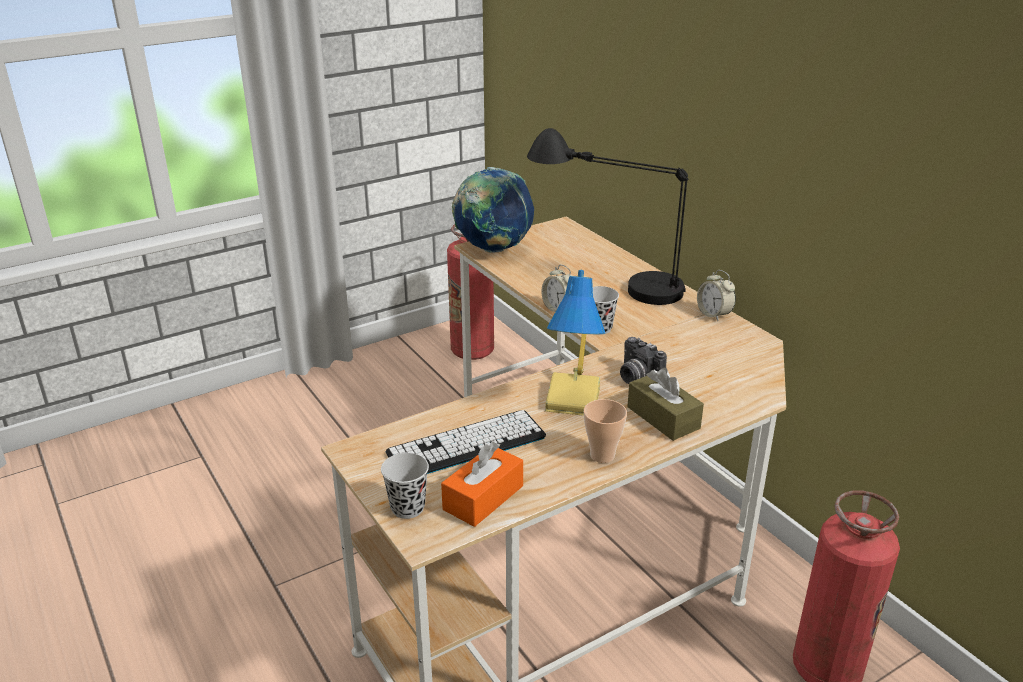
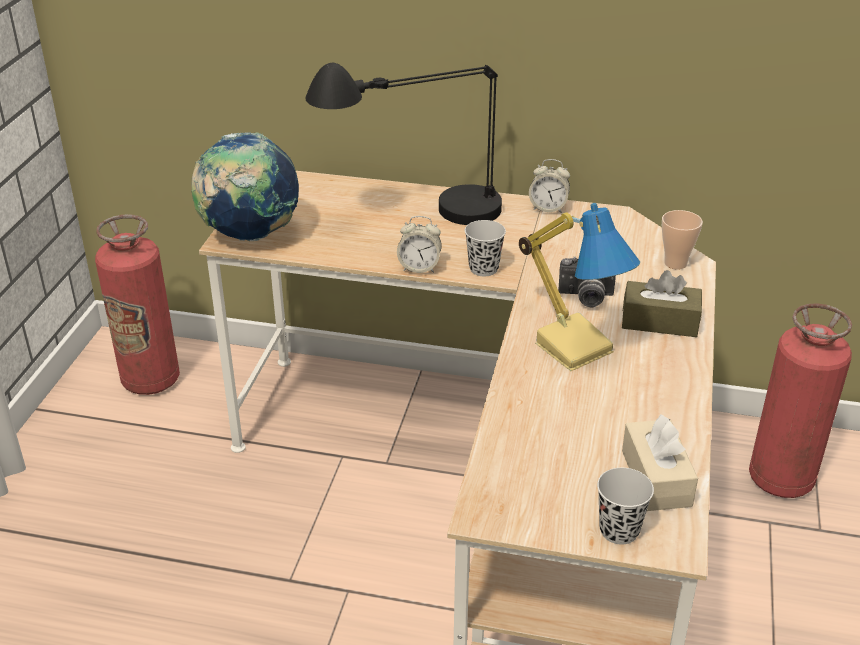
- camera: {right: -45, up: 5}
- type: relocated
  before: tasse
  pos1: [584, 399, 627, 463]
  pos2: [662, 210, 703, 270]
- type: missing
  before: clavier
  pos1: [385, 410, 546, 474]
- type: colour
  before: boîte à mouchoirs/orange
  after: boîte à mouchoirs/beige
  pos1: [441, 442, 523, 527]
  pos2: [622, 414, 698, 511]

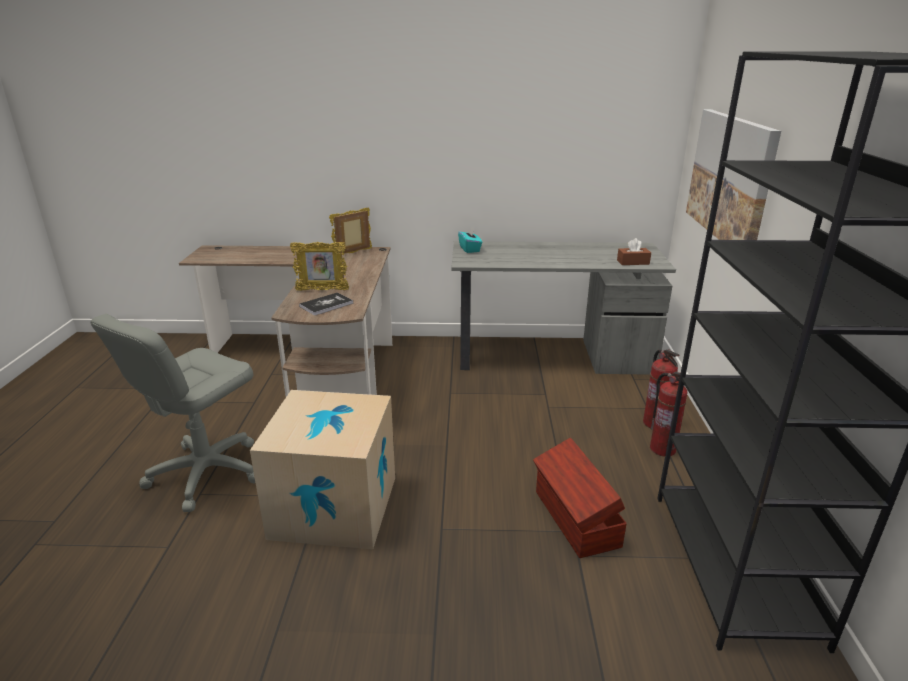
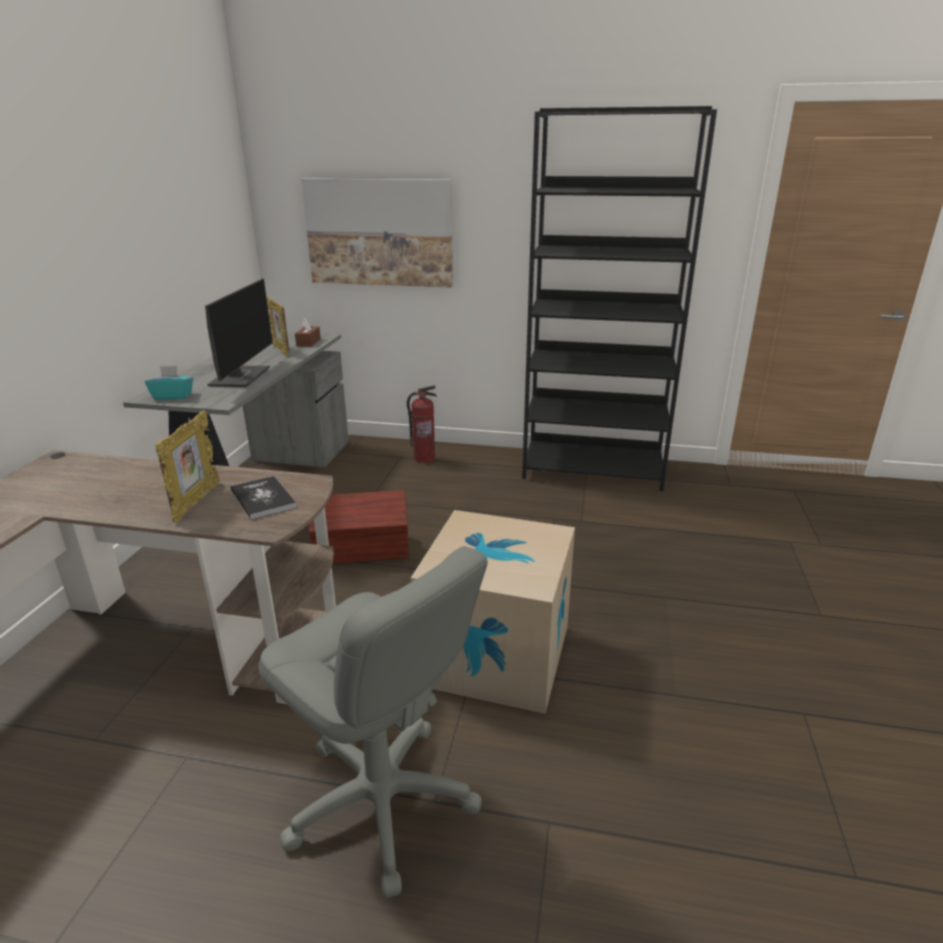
- camera: {right: -80, up: 0}
- type: relocated
  before: cadre photo
  pos1: [329, 208, 372, 253]
  pos2: [266, 296, 290, 356]
- type: missing
  before: extincteur
  pos1: [650, 371, 687, 457]
- type: relocated
  before: boîte de rangement/marron
  pos1: [533, 438, 627, 558]
  pos2: [309, 490, 409, 564]
- type: appeared
  after: écran d'ordinateur
  pos2: [205, 278, 273, 387]

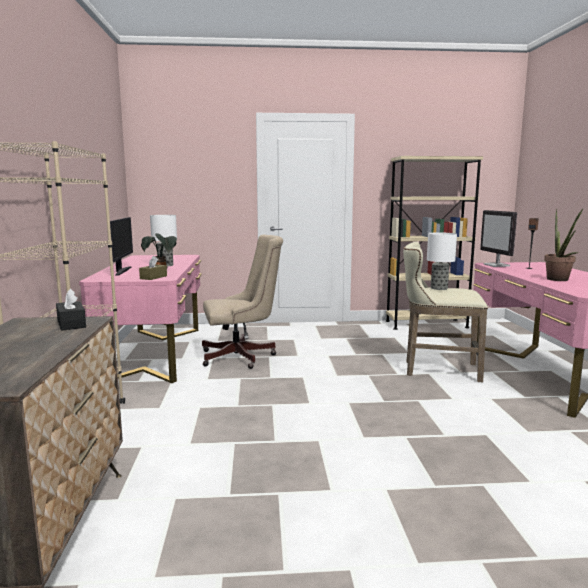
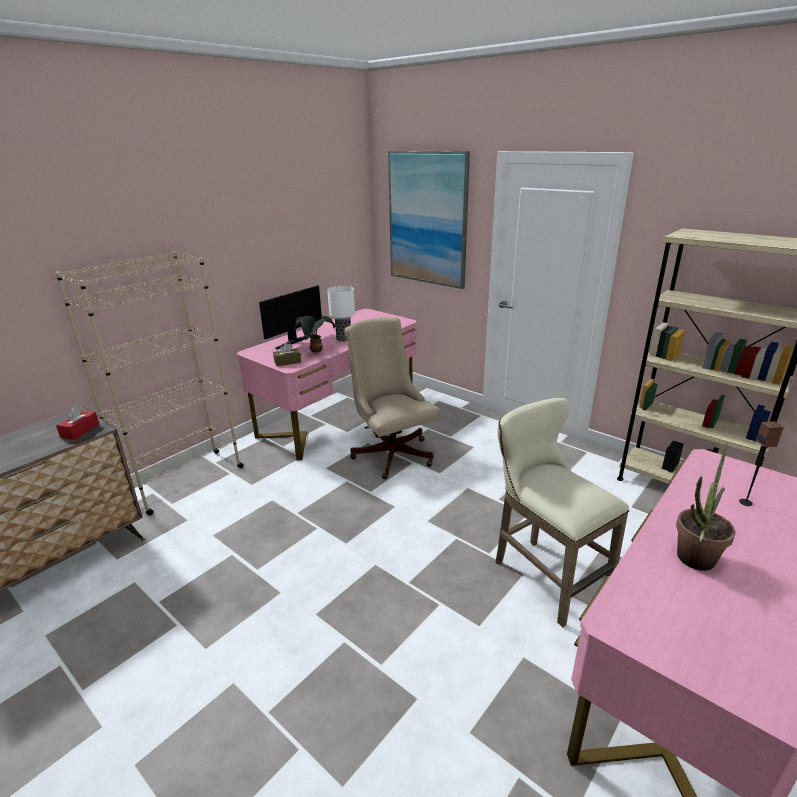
- camera: {right: 45, up: 15}
- type: missing
  before: écran d'ordinateur
  pos1: [480, 210, 517, 267]
- type: missing
  before: lampe de table
  pos1: [427, 232, 457, 290]
- type: spun
  before: chaise de bureau/beige
  pos1: [202, 235, 283, 369]
  pos2: [344, 317, 440, 479]
  turn: -150
- type: colour
  before: boîte à mouchoirs/noir
  after: boîte à mouchoirs/rouge
  pos1: [56, 289, 86, 331]
  pos2: [56, 405, 99, 440]
- type: appeared
  after: tableau
  pos2: [388, 151, 470, 289]

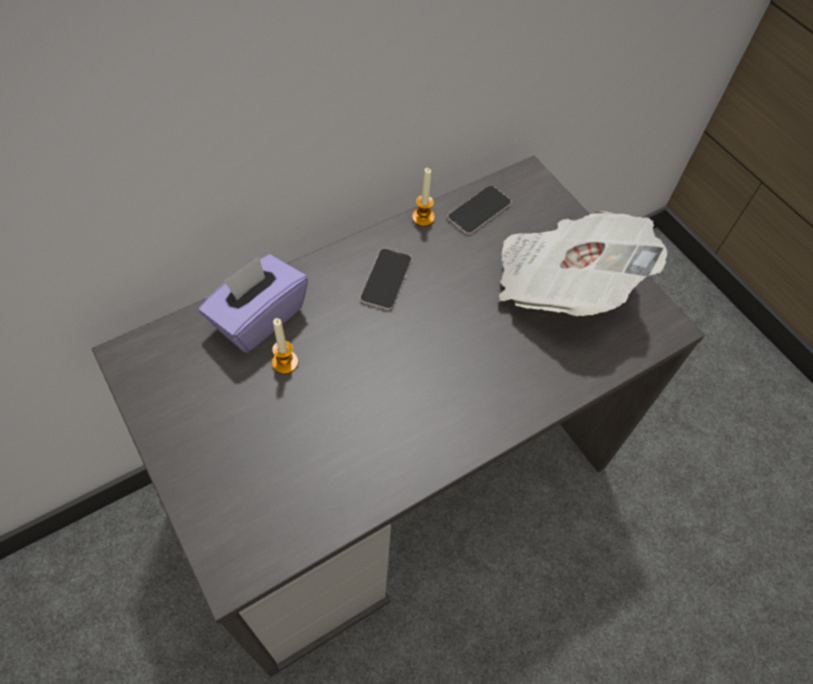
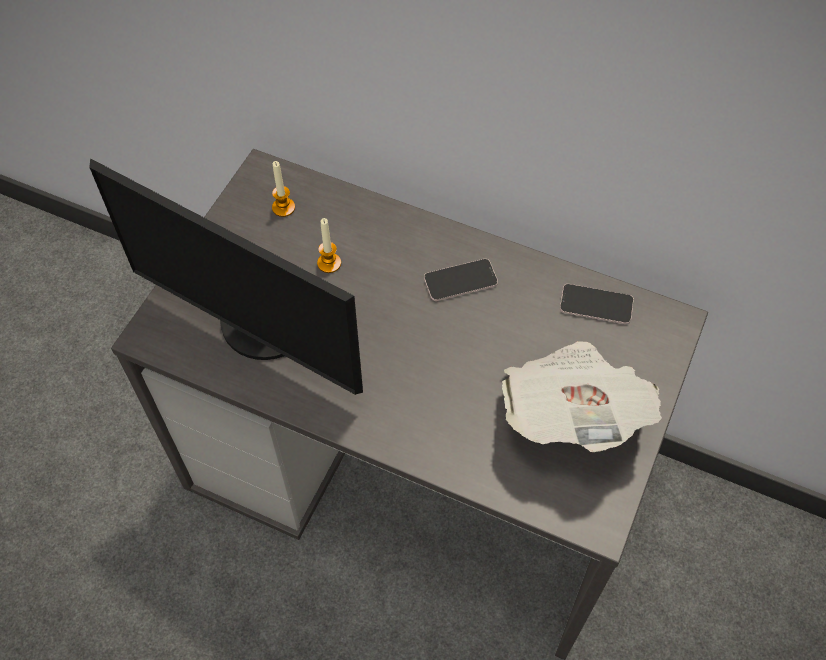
- camera: {right: 60, up: 0}
- type: relocated
  before: bougie
  pos1: [412, 168, 435, 227]
  pos2: [272, 161, 295, 217]
- type: missing
  before: boîte à mouchoirs/violet
  pos1: [199, 254, 308, 353]
- type: appeared
  after: écran d'ordinateur
  pos2: [89, 158, 363, 395]

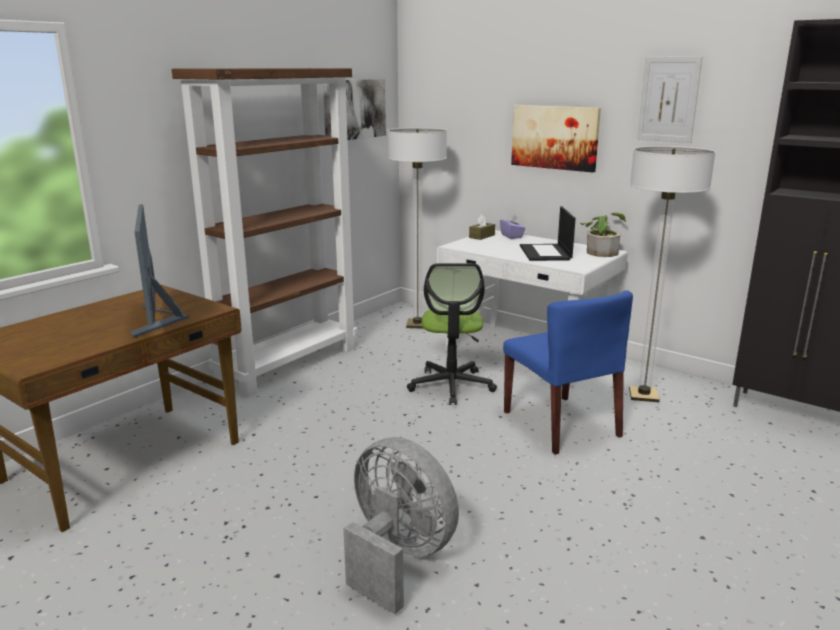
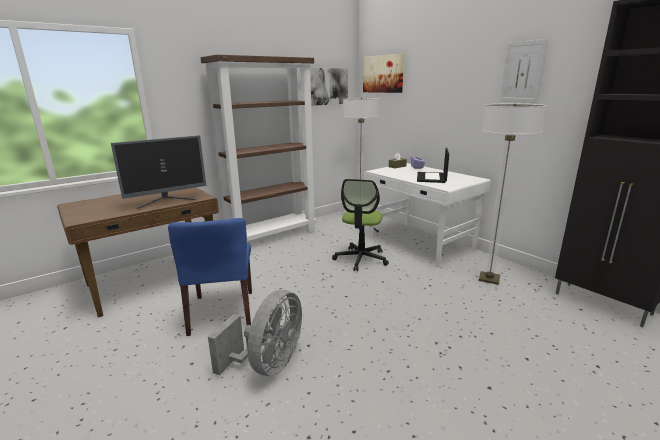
- camera: {right: 15, up: 0}
- type: relocated
  before: tableau
  pos1: [511, 105, 601, 173]
  pos2: [363, 54, 404, 93]
- type: spun
  before: écran d'ordinateur
  pos1: [130, 204, 189, 338]
  pos2: [111, 135, 206, 209]
  turn: -120
- type: missing
  before: plante en pot
  pos1: [580, 213, 626, 257]
- type: relocated
  before: chaise/bleu
  pos1: [503, 290, 633, 455]
  pos2: [168, 218, 252, 336]
- type: spun
  before: ventilateur/gris
  pos1: [343, 437, 459, 614]
  pos2: [208, 290, 302, 376]
  turn: 60

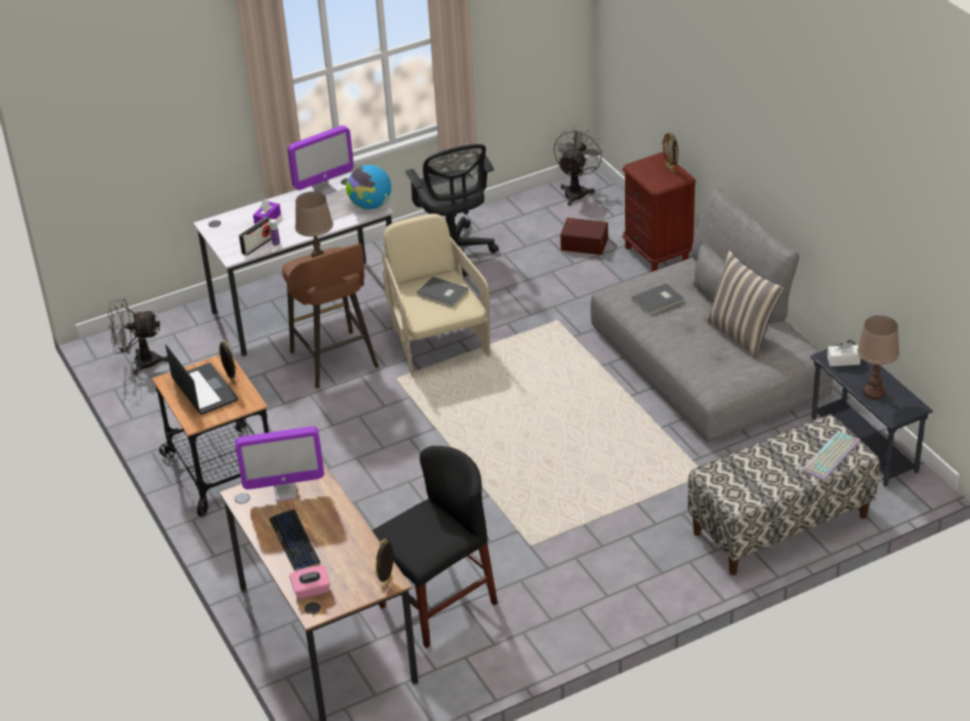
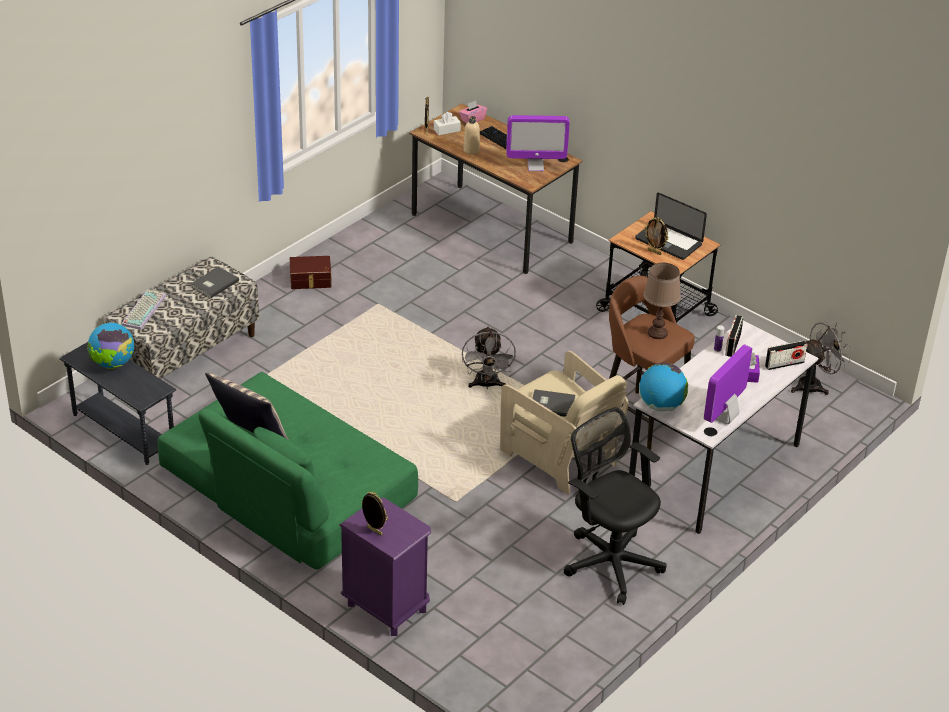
- camera: {right: 155, up: 0}
- type: relocated
  before: ventilateur/gris
  pos1: [553, 126, 605, 206]
  pos2: [462, 326, 516, 389]
- type: colour
  before: table de chevet/marron
  after: table de chevet/violet
  pos1: [622, 152, 696, 272]
  pos2: [339, 498, 431, 636]
- type: colour
  before: canapé/gris
  after: canapé/vert
  pos1: [591, 188, 833, 443]
  pos2: [158, 372, 418, 570]
- type: relocated
  before: boîte de rangement/marron
  pos1: [560, 218, 608, 255]
  pos2: [290, 256, 332, 289]
- type: relocated
  before: livre/gris
  pos1: [632, 283, 684, 315]
  pos2: [191, 267, 239, 298]
- type: exchanged
  before: lampe de table/marron
  after: globe
  pos1: [857, 315, 899, 399]
  pos2: [87, 323, 134, 369]
- type: relocated
  before: boîte à mouchoirs/blanc
  pos1: [827, 341, 861, 366]
  pos2: [434, 112, 461, 135]
- type: spun
  before: écran d'ordinateur
  pos1: [235, 426, 324, 501]
  pos2: [506, 115, 570, 171]
  turn: -150
- type: missing
  before: chaise/noir
  pos1: [372, 446, 498, 648]
- type: appeared
  after: bouteille/beige
  pos2: [463, 116, 480, 154]
- type: appeared
  after: radio
  pos2: [765, 341, 807, 370]

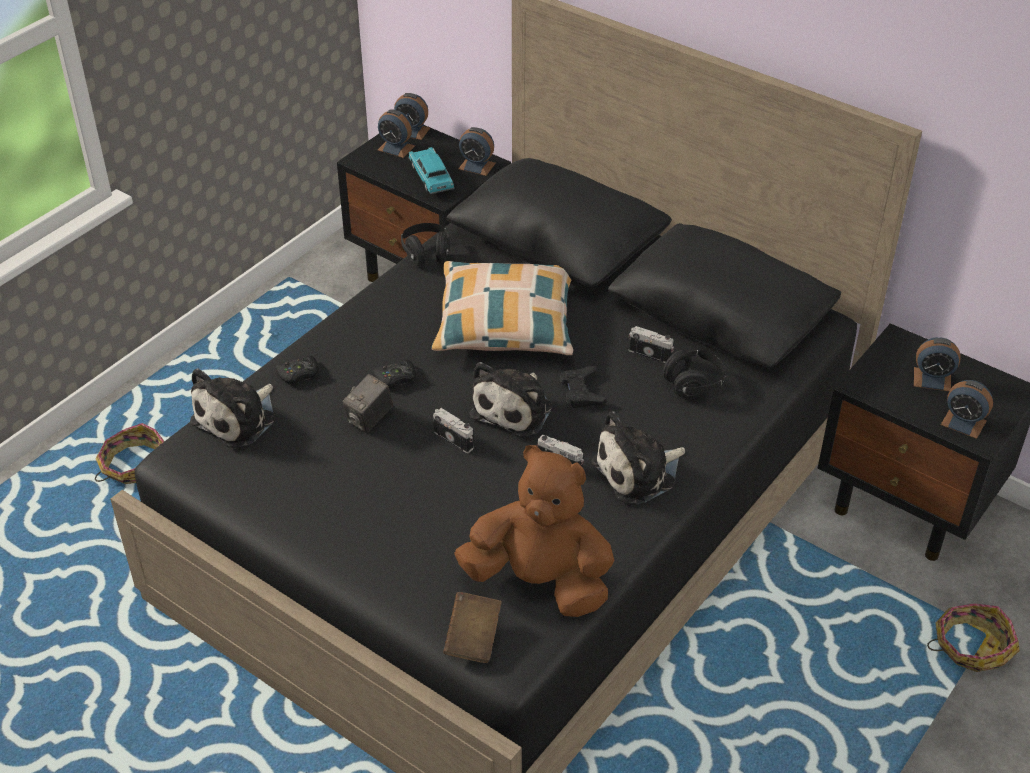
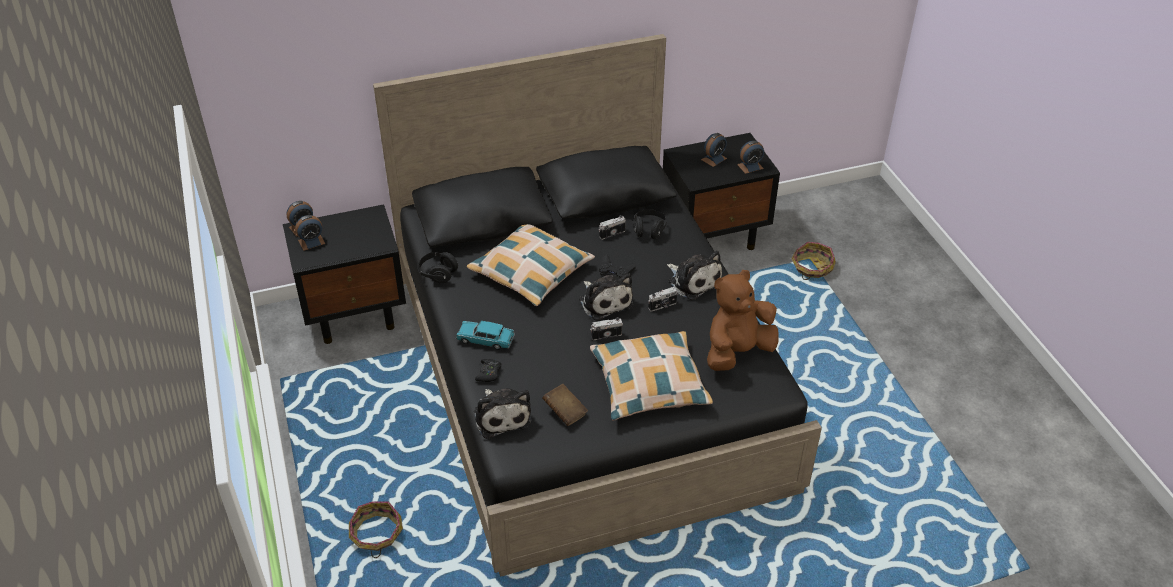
- camera: {right: -55, up: 0}
- type: missing
  before: réveil
  pos1: [458, 127, 496, 176]
- type: relocated
  before: petite voiture/turquoise
  pos1: [408, 147, 454, 194]
  pos2: [456, 321, 515, 350]
- type: missing
  before: manette/noir
  pos1: [373, 359, 416, 387]
- type: missing
  before: appareil photo
  pos1: [343, 374, 393, 433]
- type: spun
  before: peluche
  pos1: [591, 411, 685, 504]
  pos2: [667, 251, 722, 300]
  turn: -45
- type: relocated
  before: livre/marron
  pos1: [443, 592, 502, 663]
  pos2: [542, 384, 588, 426]
- type: appeared
  after: coussin
  pos2: [590, 331, 713, 420]

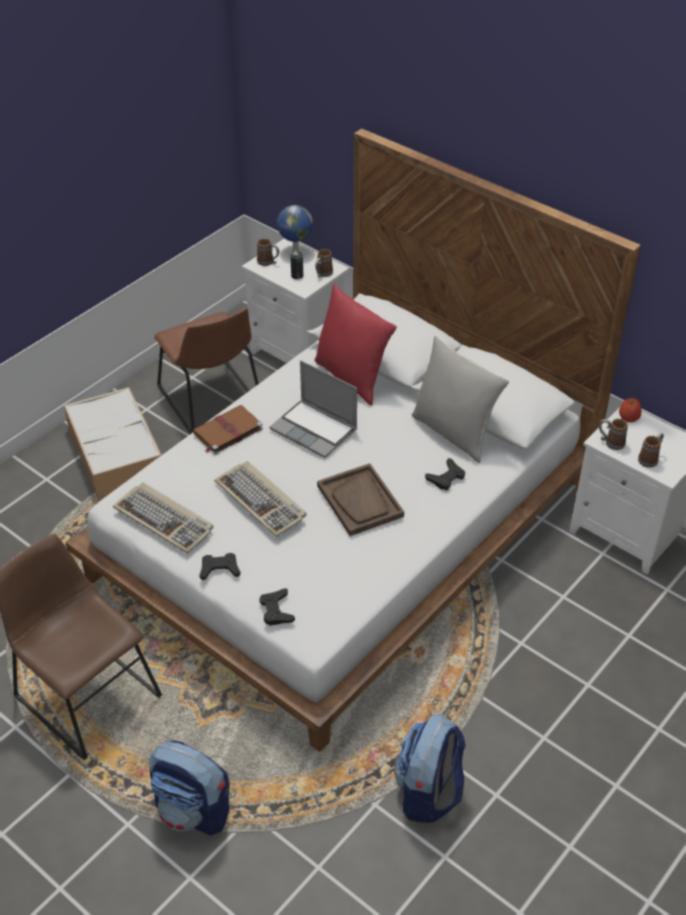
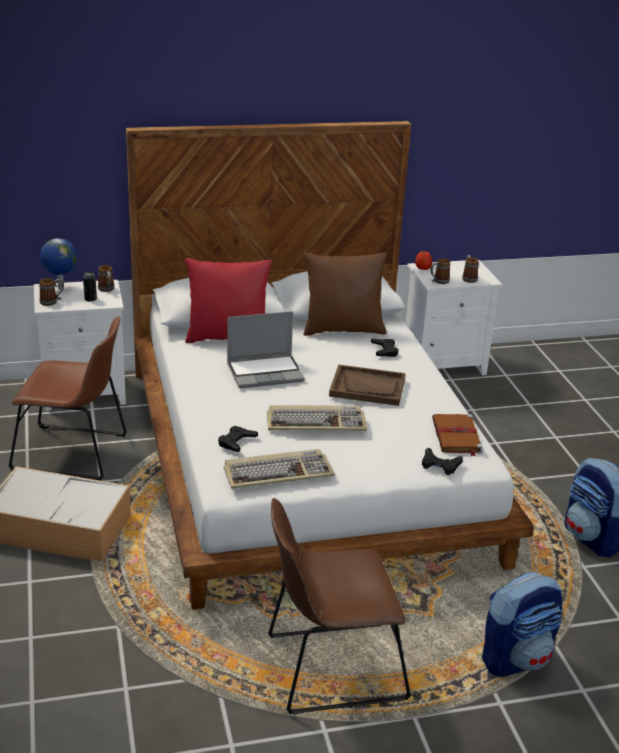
- camera: {right: -55, up: -15}
- type: colour
  before: coussin/gris
  after: coussin/marron
  pos1: [412, 336, 509, 463]
  pos2: [304, 253, 387, 336]
- type: relocated
  before: livre/marron
  pos1: [193, 405, 263, 455]
  pos2: [432, 414, 483, 457]
- type: relocated
  before: manette/noir
  pos1: [199, 553, 241, 580]
  pos2: [218, 426, 258, 452]

